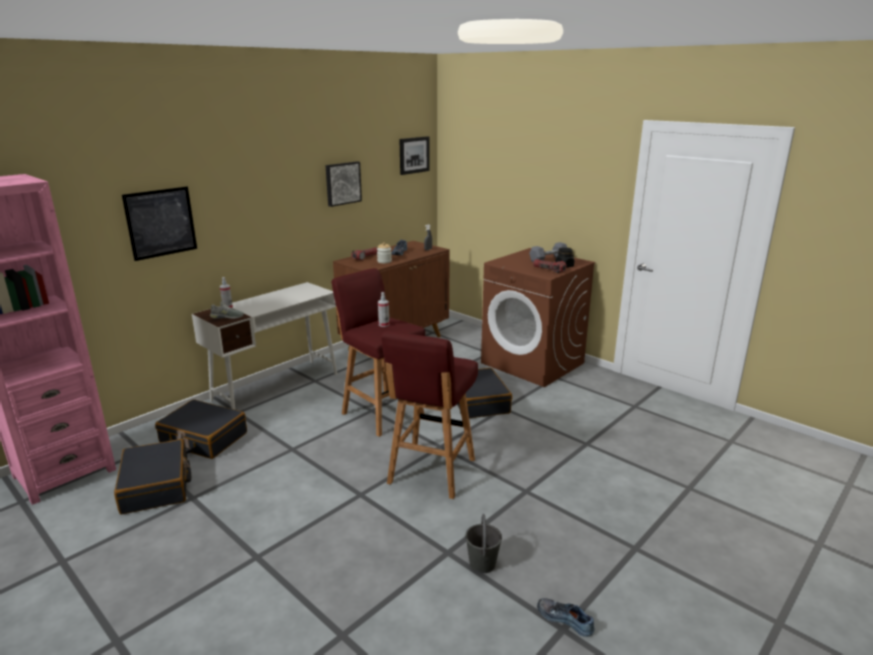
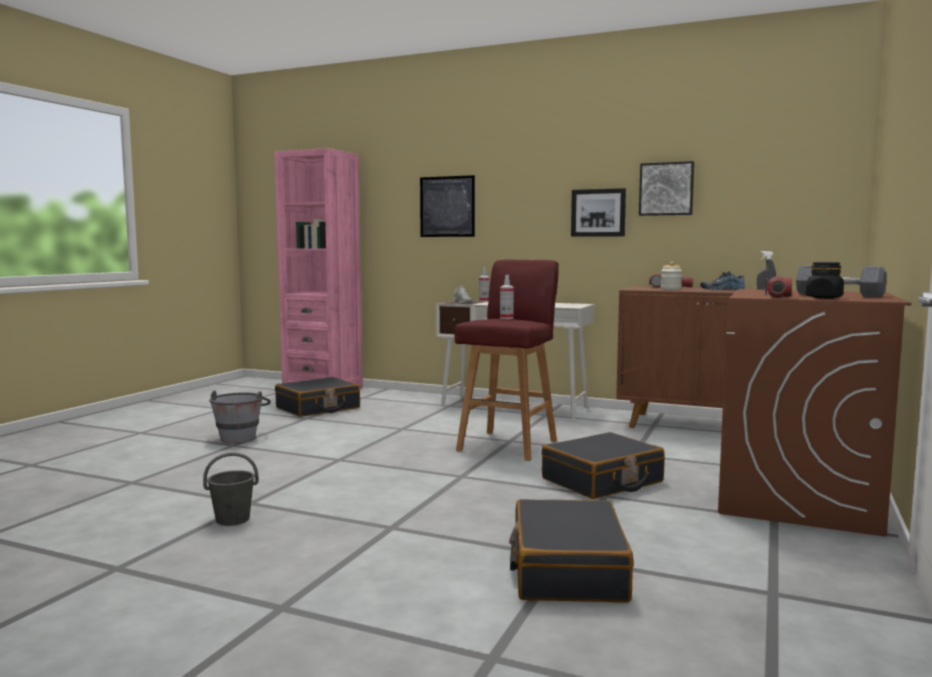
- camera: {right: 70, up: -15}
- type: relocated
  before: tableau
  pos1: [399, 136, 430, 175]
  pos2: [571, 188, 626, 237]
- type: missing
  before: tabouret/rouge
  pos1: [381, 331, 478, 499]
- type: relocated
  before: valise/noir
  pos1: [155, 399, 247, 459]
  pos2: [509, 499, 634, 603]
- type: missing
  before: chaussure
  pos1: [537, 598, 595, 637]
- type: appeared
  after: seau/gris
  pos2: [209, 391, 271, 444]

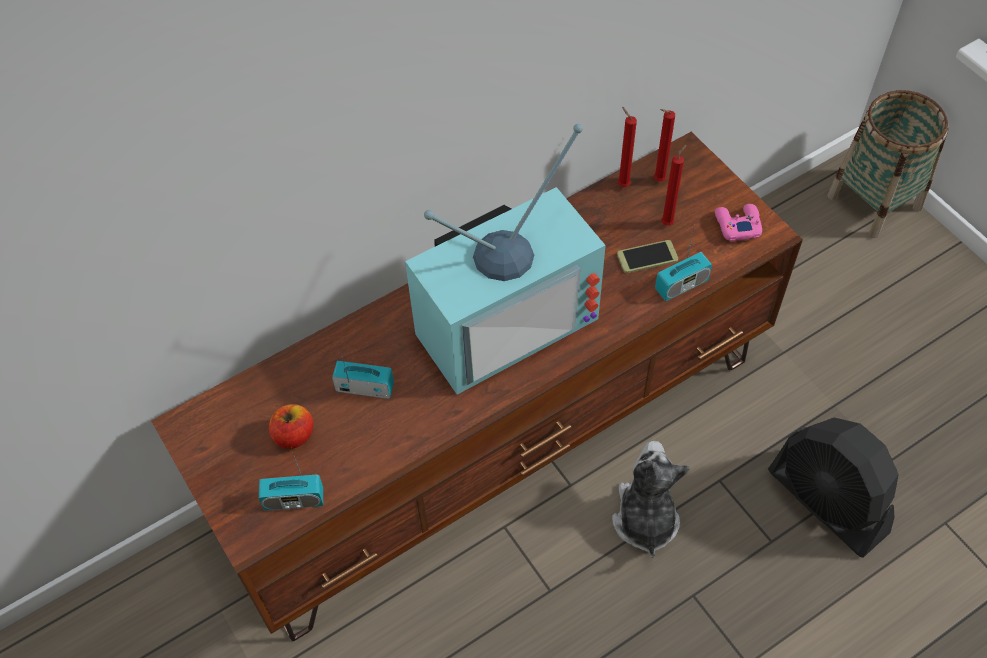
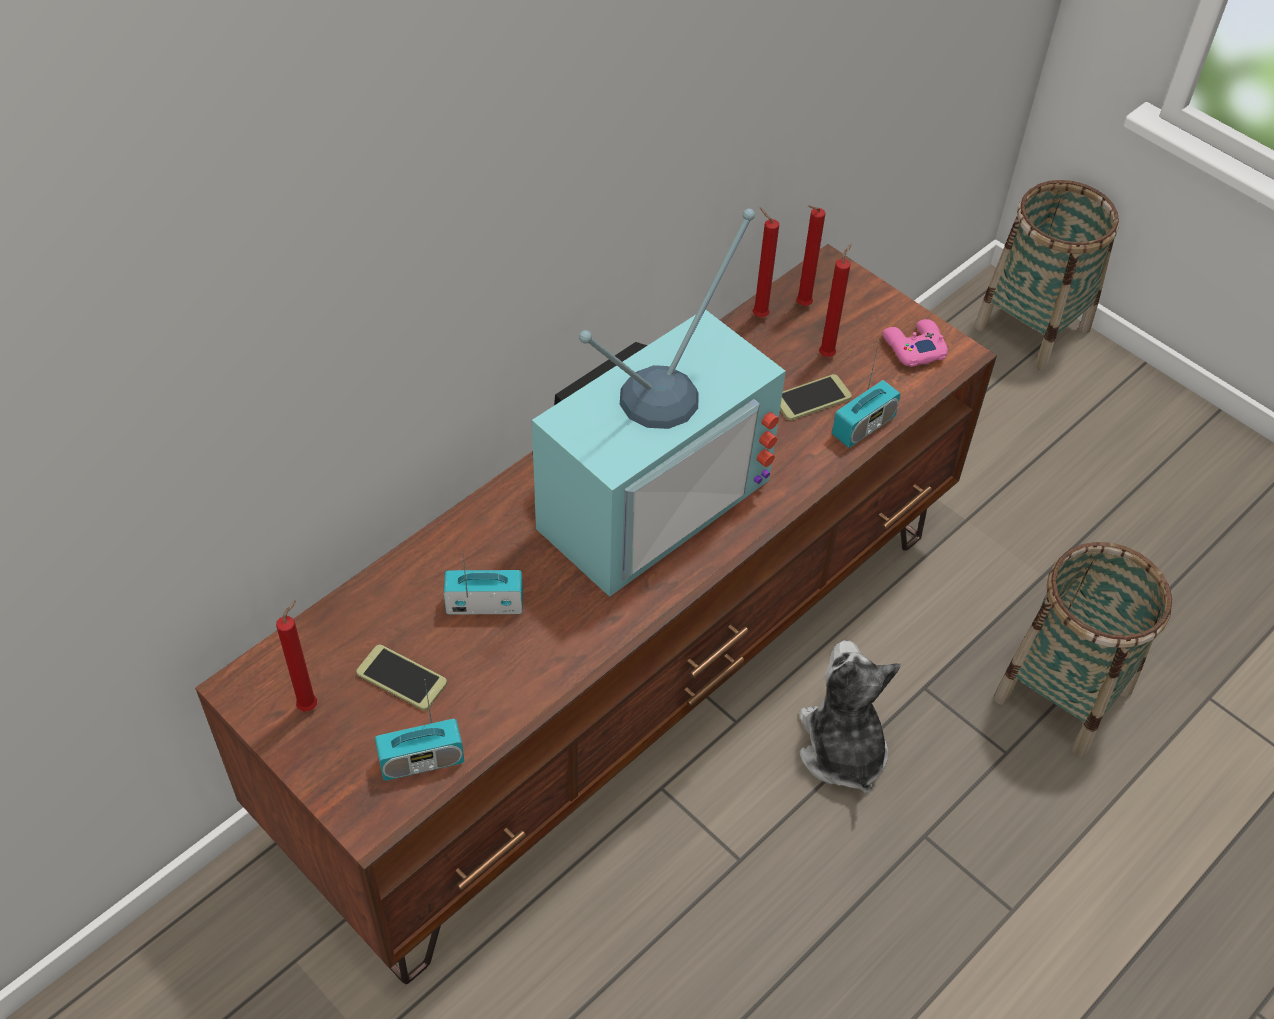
- camera: {right: -15, up: -5}
- type: exchanged
  before: pomme
  after: téléphone
  pos1: [269, 404, 313, 449]
  pos2: [356, 645, 447, 711]
- type: exchanged
  before: ventilateur/noir
  after: panier
  pos1: [768, 417, 899, 558]
  pos2: [993, 542, 1172, 757]
- type: appeared
  after: bougie/rouge
  pos2: [276, 600, 317, 712]

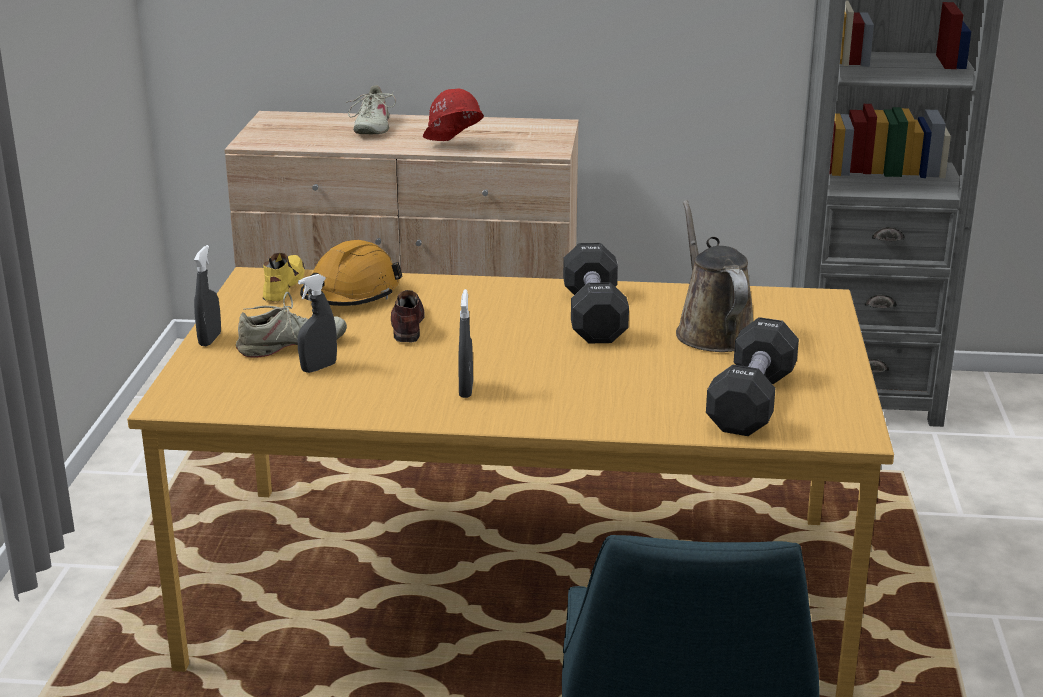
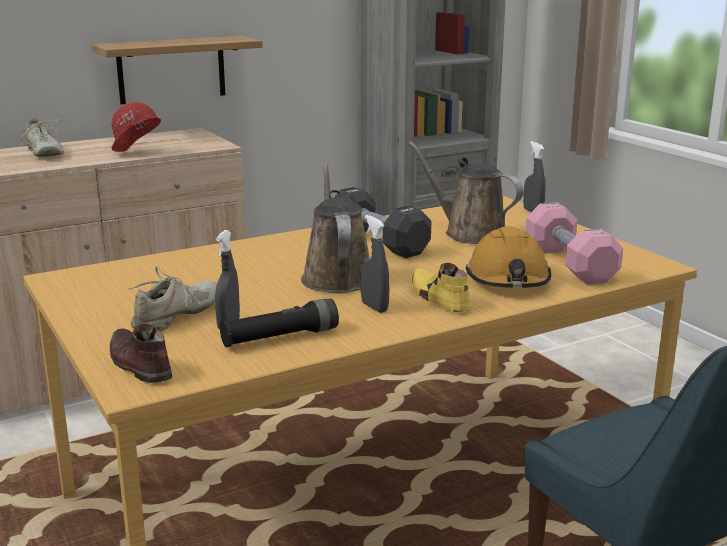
- camera: {right: -35, up: -5}
- type: relocated
  before: casque de chantier/orange
  pos1: [300, 240, 402, 306]
  pos2: [466, 226, 551, 288]
- type: relocated
  before: vaporisateur/gris
  pos1: [194, 245, 221, 346]
  pos2: [523, 141, 546, 212]
- type: relocated
  before: chaussure/jaune
  pos1: [263, 253, 305, 302]
  pos2: [412, 263, 471, 312]
- type: relocated
  before: chaussure/marron
  pos1: [391, 290, 424, 342]
  pos2: [110, 323, 172, 383]
- type: colour
  before: haltère/noir
  after: haltère/rose
  pos1: [706, 317, 799, 436]
  pos2: [525, 202, 623, 285]
- type: appeared
  after: étagère
  pos2: [92, 36, 263, 104]
- type: appeared
  after: arrosoir/marron
  pos2: [301, 164, 369, 293]
- type: appeared
  after: lampe de poche/noir
  pos2: [220, 299, 339, 348]

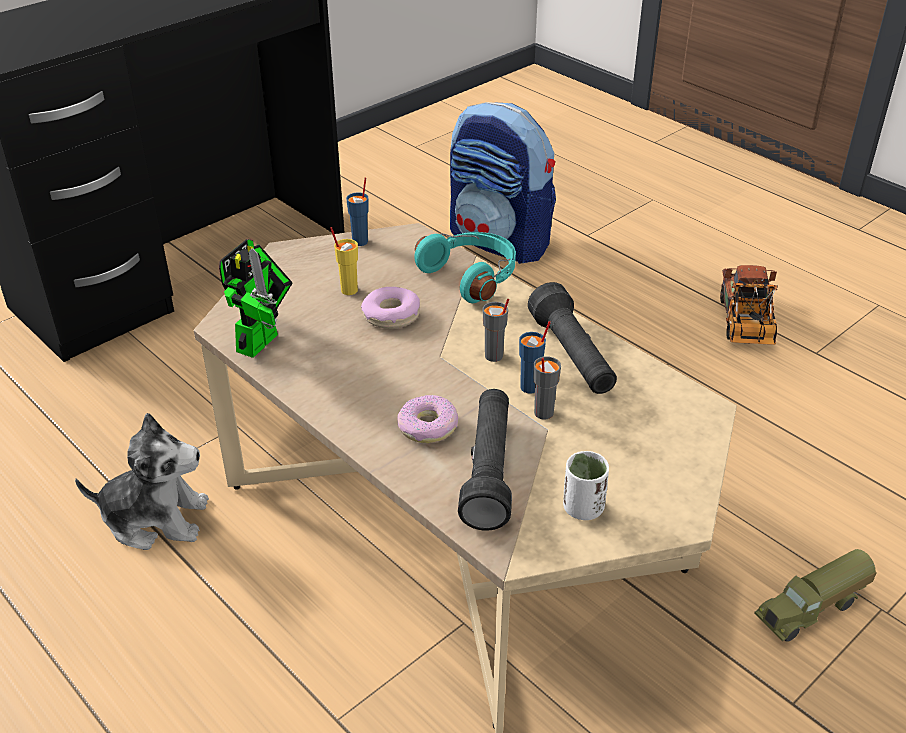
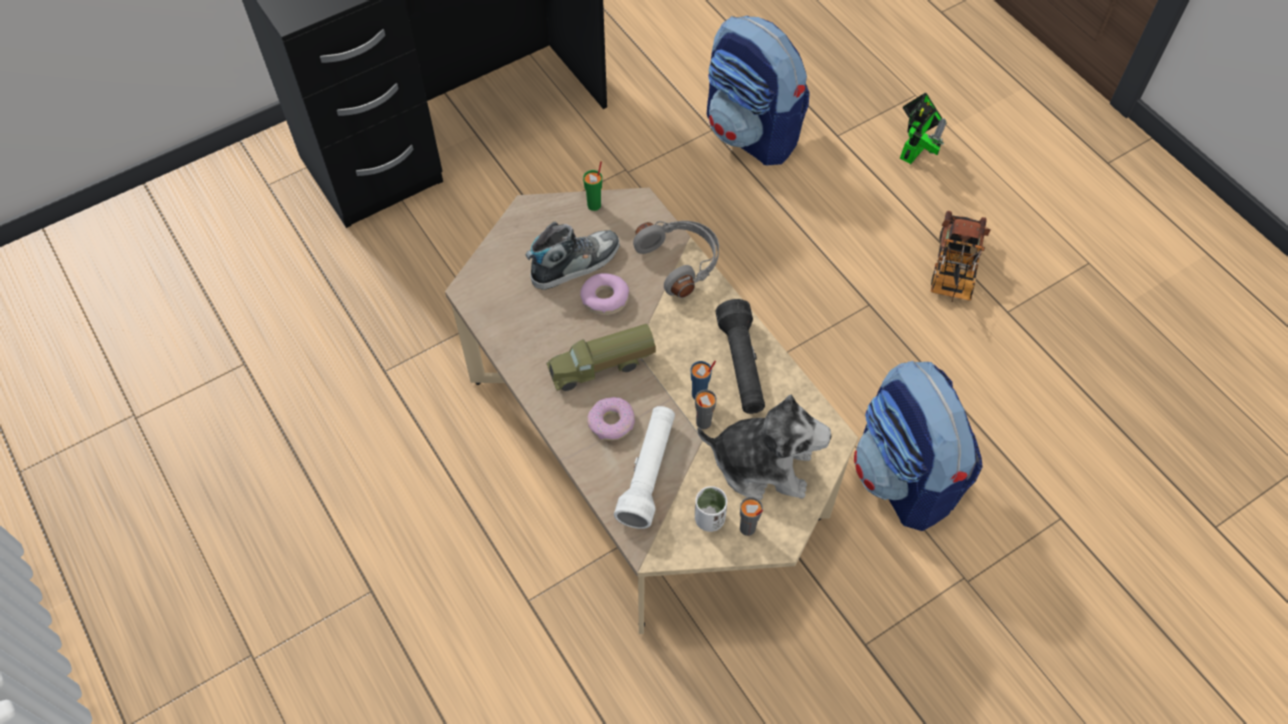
- camera: {right: 10, up: 20}
- type: colour
  before: tasse/bleu
  after: tasse/vert
  pos1: [346, 178, 369, 246]
  pos2: [583, 161, 602, 211]
- type: exchanged
  before: tasse/jaune
  after: chaussure
  pos1: [330, 227, 358, 295]
  pos2: [526, 222, 620, 290]
- type: colour
  before: casque audio/turquoise
  after: casque audio/gris
  pos1: [414, 232, 516, 303]
  pos2: [633, 221, 719, 298]
- type: relocated
  before: robot jouet
  pos1: [219, 239, 293, 358]
  pos2: [900, 92, 947, 164]
- type: relocated
  before: tasse/gris
  pos1: [482, 299, 509, 362]
  pos2: [740, 497, 763, 536]
- type: colour
  before: lampe de poche/noir
  after: lampe de poche/blanc
  pos1: [458, 389, 512, 531]
  pos2: [614, 406, 675, 529]
- type: relocated
  before: peluche
  pos1: [75, 413, 209, 550]
  pos2: [697, 395, 831, 500]
- type: relocated
  before: camion jouet
  pos1: [754, 549, 877, 642]
  pos2: [546, 324, 656, 391]
- type: appeared
  after: sac à dos
  pos2: [854, 361, 983, 531]

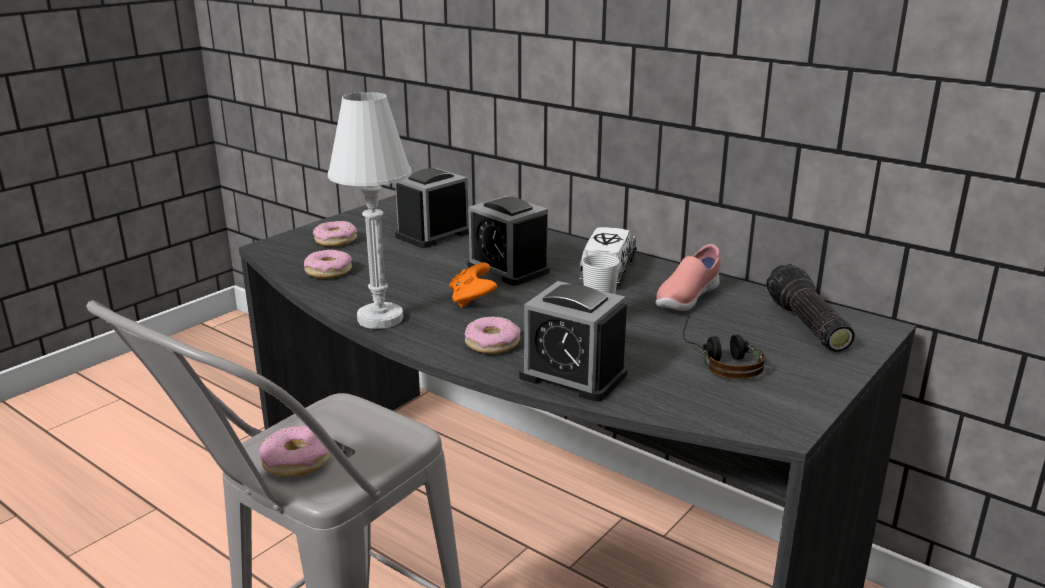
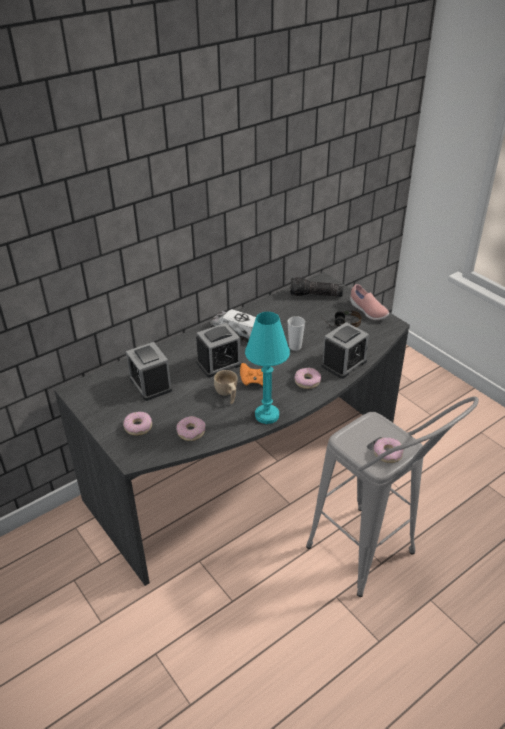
- camera: {right: -75, up: 15}
- type: colour
  before: lampe de table/blanc
  after: lampe de table/turquoise
  pos1: [328, 92, 412, 329]
  pos2: [245, 312, 290, 424]
- type: relocated
  before: chaussure/rose
  pos1: [655, 244, 721, 311]
  pos2: [350, 284, 389, 320]
- type: appeared
  after: tasse/beige
  pos2: [214, 370, 238, 404]

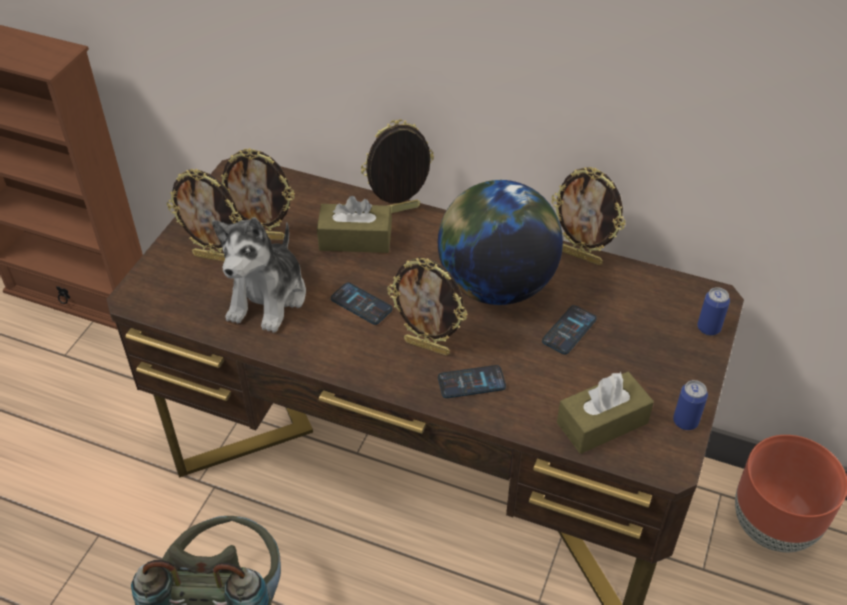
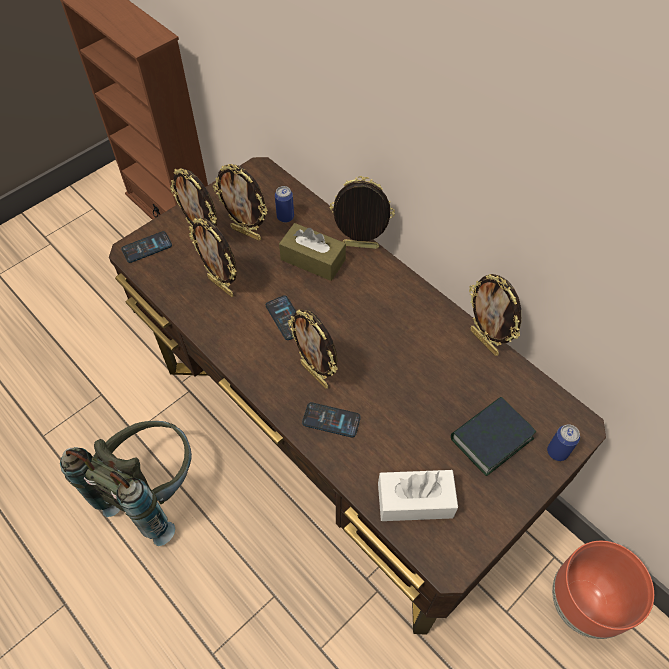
- camera: {right: 25, up: 10}
- type: missing
  before: globe
  pos1: [438, 180, 563, 305]
- type: exchanged
  before: peluche
  after: cadre photo
  pos1: [212, 218, 306, 333]
  pos2: [189, 218, 237, 297]
- type: relocated
  before: téléphone
  pos1: [542, 305, 597, 354]
  pos2: [121, 231, 172, 263]
- type: colour
  before: boîte à mouchoirs/marron
  after: boîte à mouchoirs/blanc
  pos1: [557, 372, 654, 454]
  pos2: [378, 470, 458, 521]
- type: relocated
  before: boîte métallique
  pos1: [673, 380, 708, 430]
  pos2: [275, 186, 294, 223]
- type: appeared
  after: livre
  pos2: [451, 397, 536, 476]

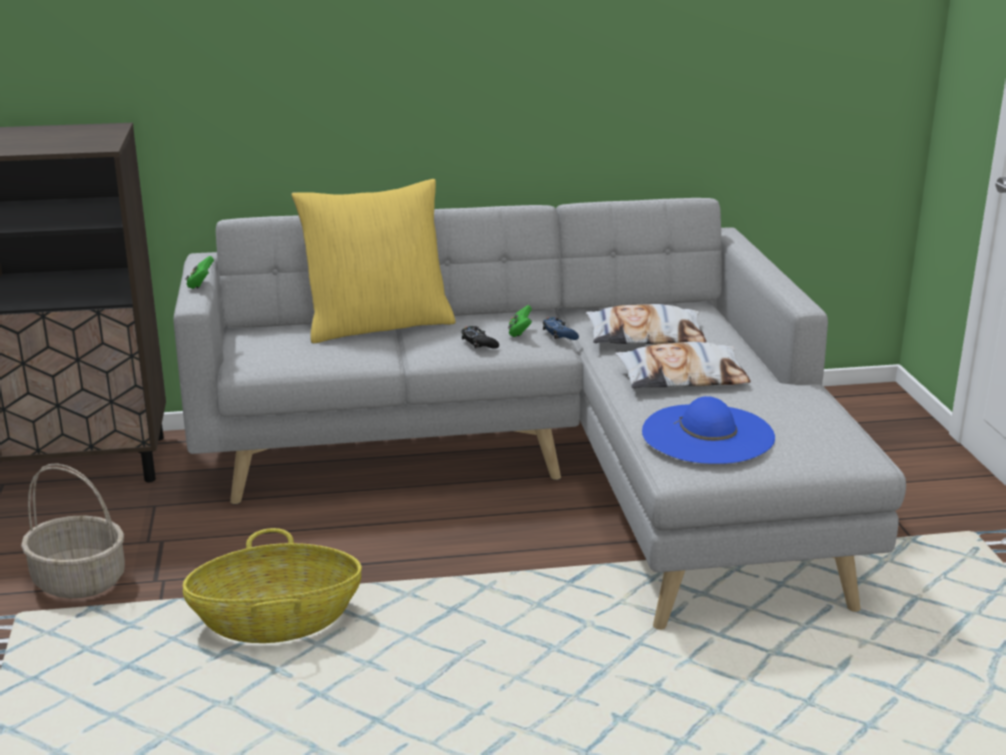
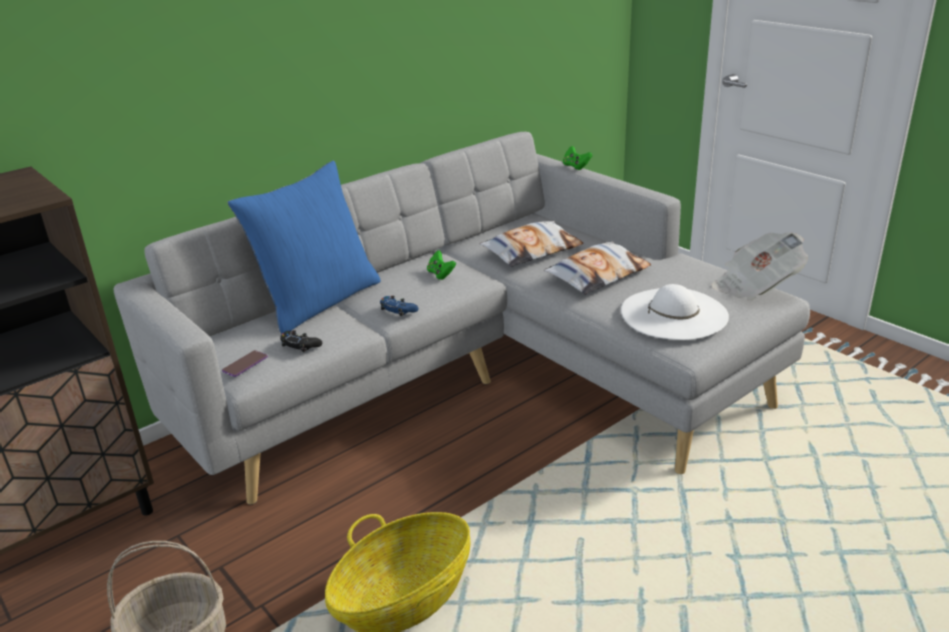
- camera: {right: -30, up: 5}
- type: colour
  before: coussin/jaune
  after: coussin/bleu
  pos1: [291, 179, 456, 343]
  pos2: [227, 160, 381, 335]
- type: relocated
  before: manette/vert
  pos1: [185, 256, 214, 289]
  pos2: [563, 146, 592, 170]
- type: relocated
  before: manette/bleu
  pos1: [543, 317, 579, 340]
  pos2: [380, 296, 419, 316]
- type: relocated
  before: manette/noir
  pos1: [461, 326, 499, 349]
  pos2: [280, 330, 322, 352]
- type: colour
  before: chapeau/bleu
  after: chapeau/blanc
  pos1: [642, 396, 775, 464]
  pos2: [621, 284, 729, 340]
- type: appeared
  after: journal
  pos2: [712, 232, 808, 300]
- type: appeared
  after: téléphone
  pos2: [222, 350, 268, 377]

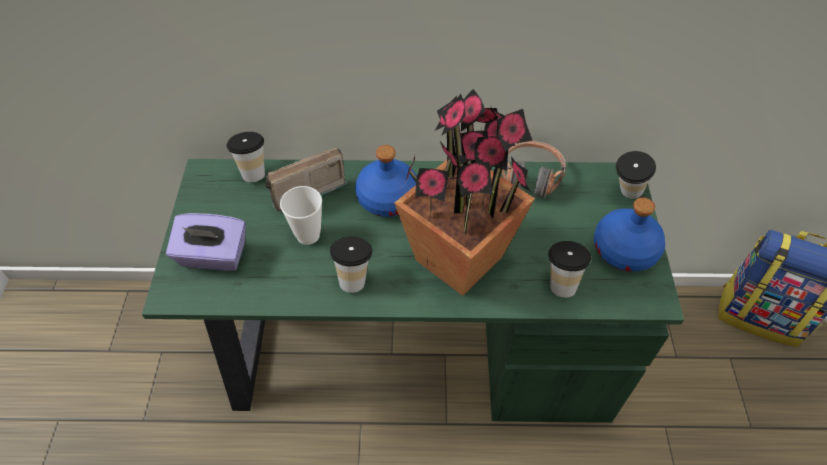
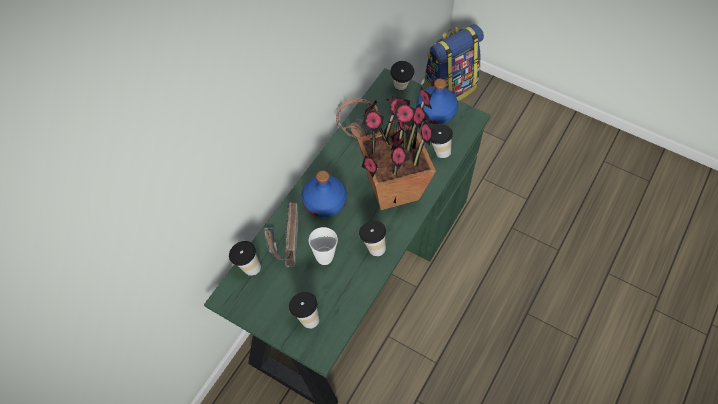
- camera: {right: -60, up: 5}
- type: exchanged
  before: boîte à mouchoirs/violet
  after: tasse
  pos1: [166, 213, 246, 271]
  pos2: [289, 292, 319, 329]

